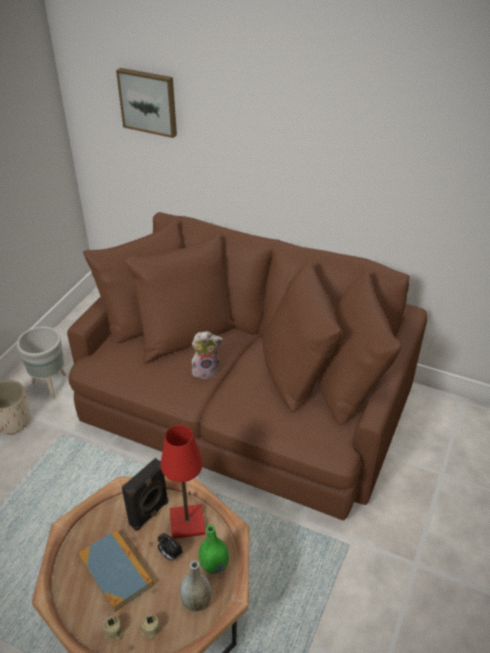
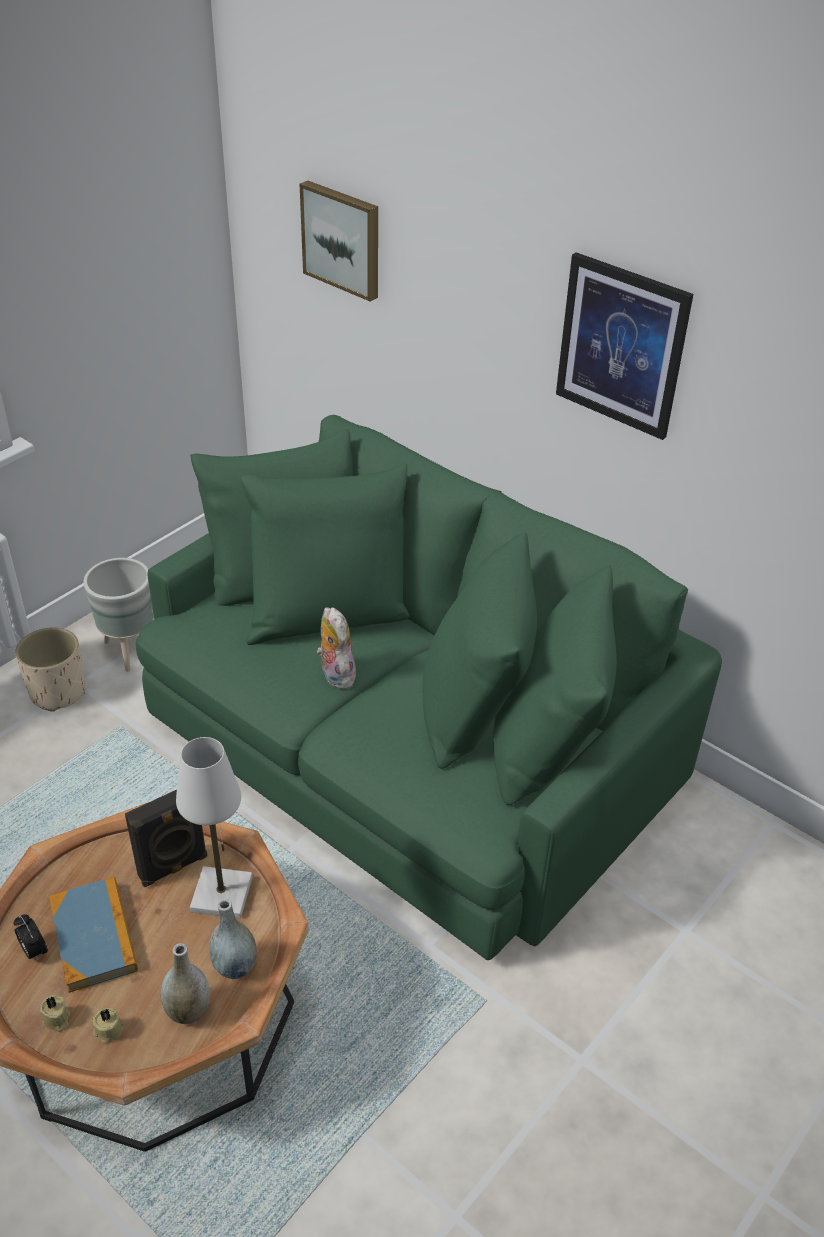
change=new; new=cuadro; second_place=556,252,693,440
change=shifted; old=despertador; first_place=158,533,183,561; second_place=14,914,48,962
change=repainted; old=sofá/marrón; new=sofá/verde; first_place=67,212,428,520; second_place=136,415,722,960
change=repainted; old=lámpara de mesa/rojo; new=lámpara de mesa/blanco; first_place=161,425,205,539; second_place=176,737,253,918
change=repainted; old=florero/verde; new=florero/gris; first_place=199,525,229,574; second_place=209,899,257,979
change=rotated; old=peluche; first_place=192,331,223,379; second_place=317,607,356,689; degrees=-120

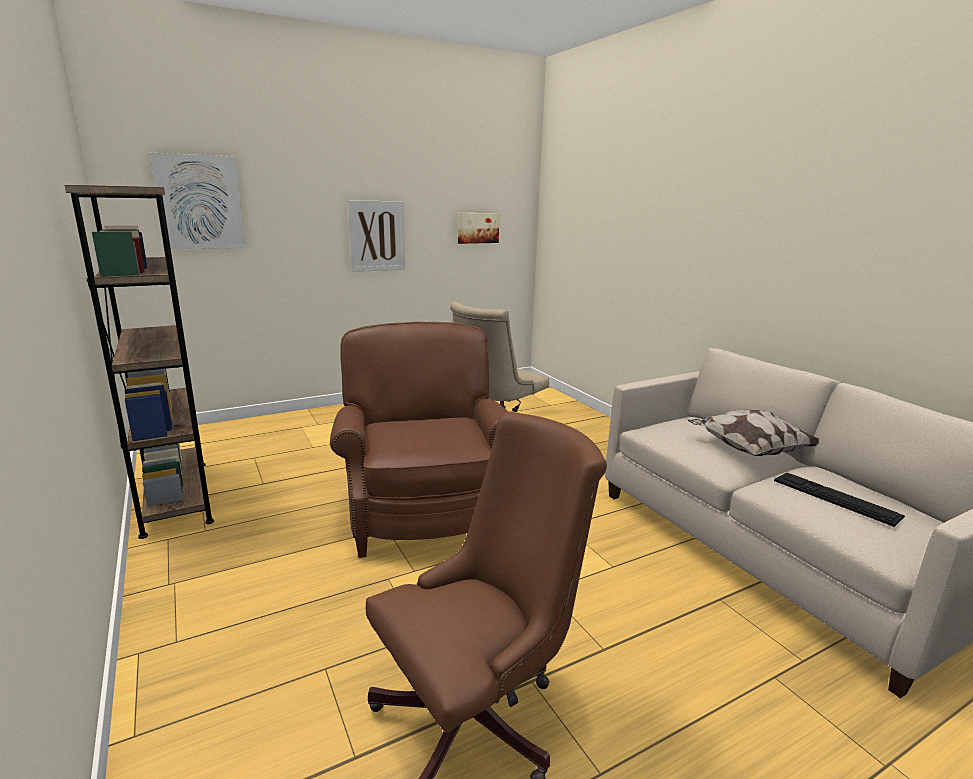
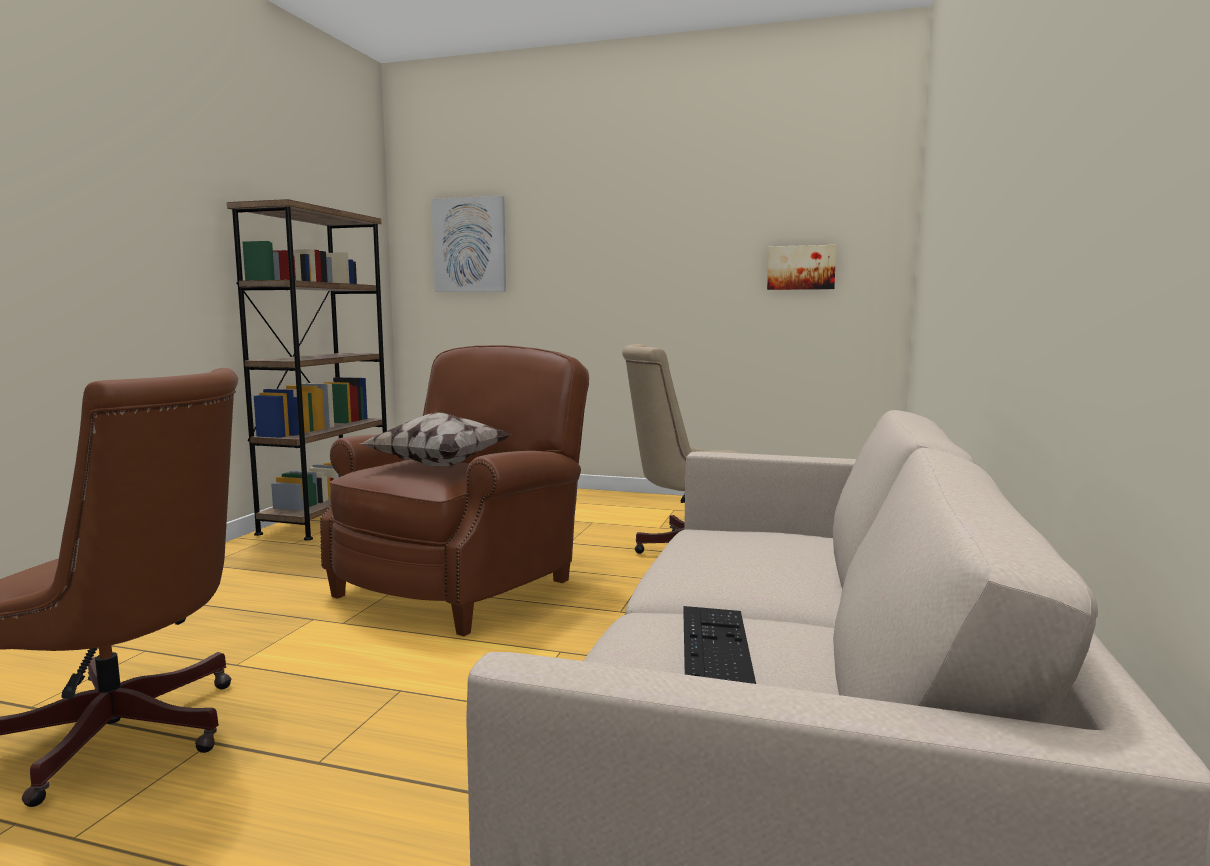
change=gone; old=cuadro; first_place=348,200,405,272
change=shifted; old=cojín; first_place=688,410,819,456; second_place=360,412,511,466

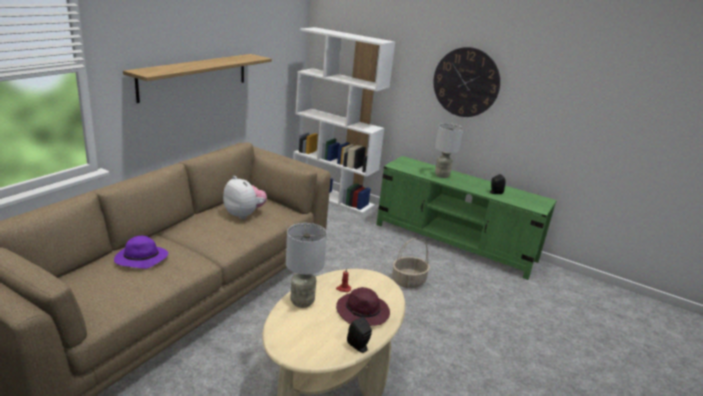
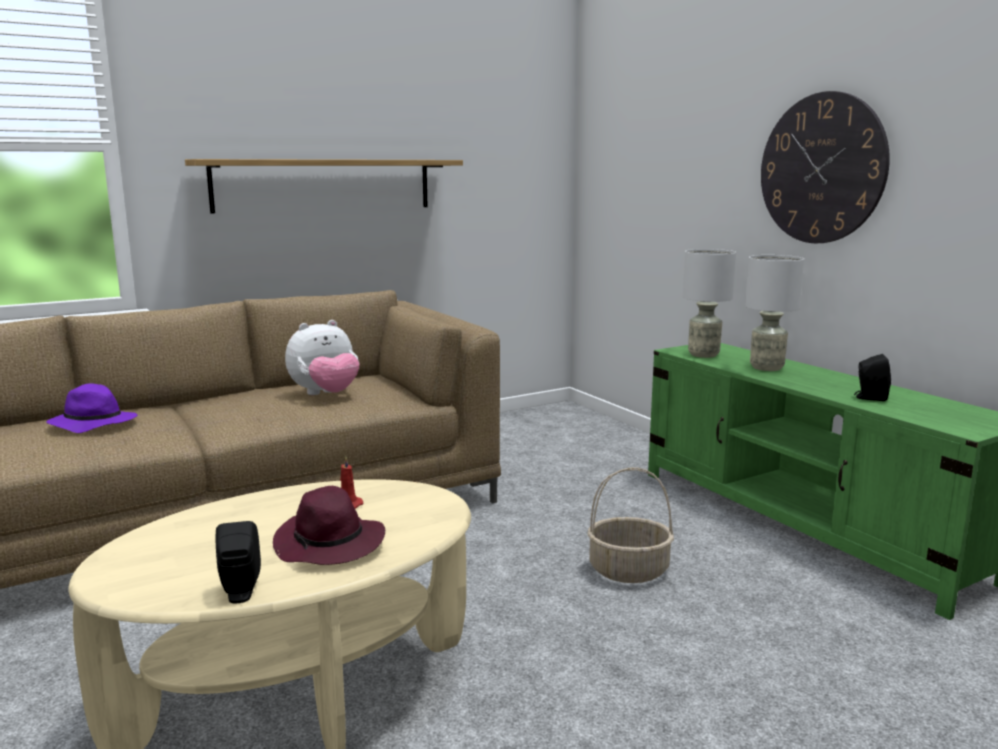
change=gone; old=estantería/blanco; first_place=293,27,395,214
change=shifted; old=lámpara de mesa/gris; first_place=286,223,327,308; second_place=683,249,736,358
change=rotated; old=peluche; first_place=223,176,267,220; second_place=285,320,360,395; degrees=75

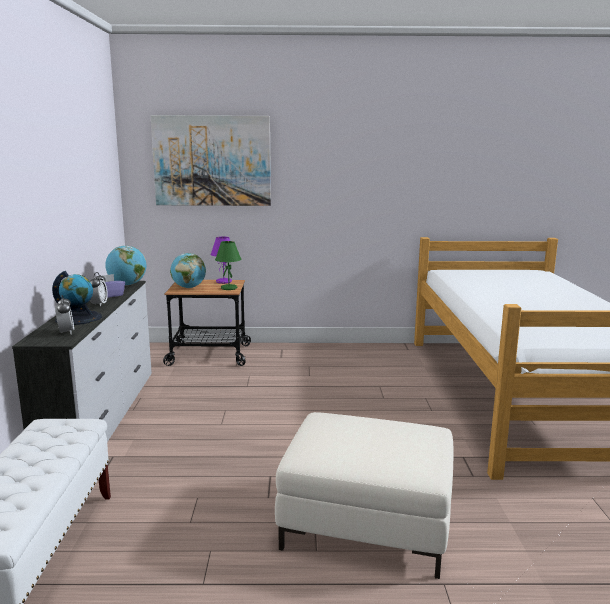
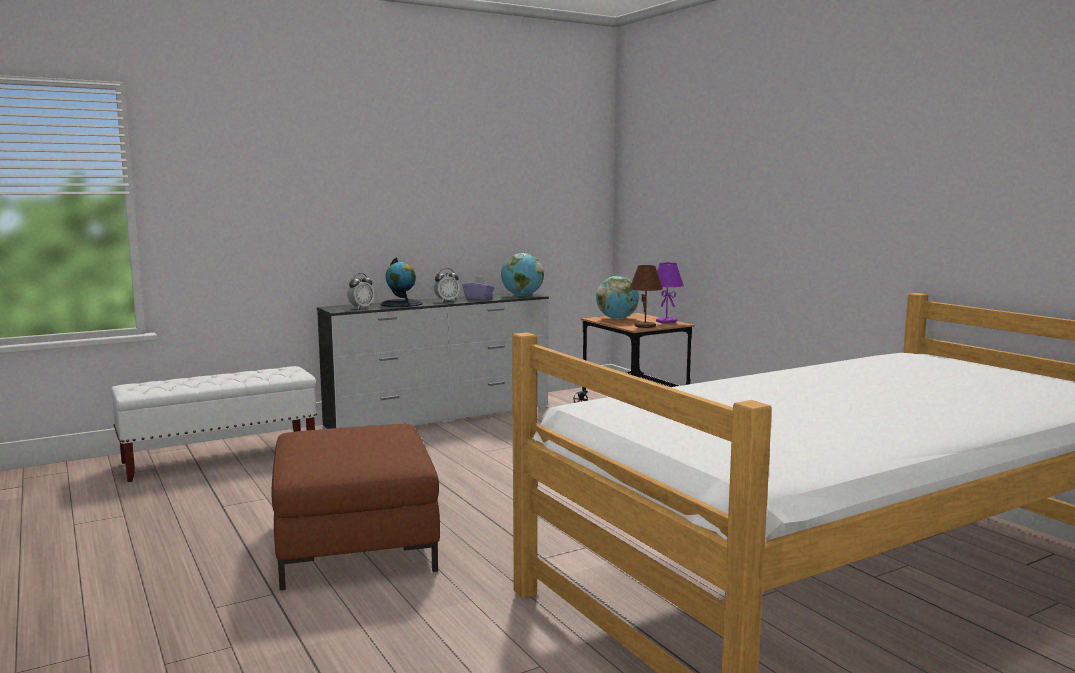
change=gone; old=cuadro; first_place=151,115,271,206
change=repainted; old=lámpara de mesa/verde; new=lámpara de mesa/marrón; first_place=215,241,241,290; second_place=629,265,663,328
change=repainted; old=puf/blanco; new=puf/marrón; first_place=275,412,453,579; second_place=271,424,440,590

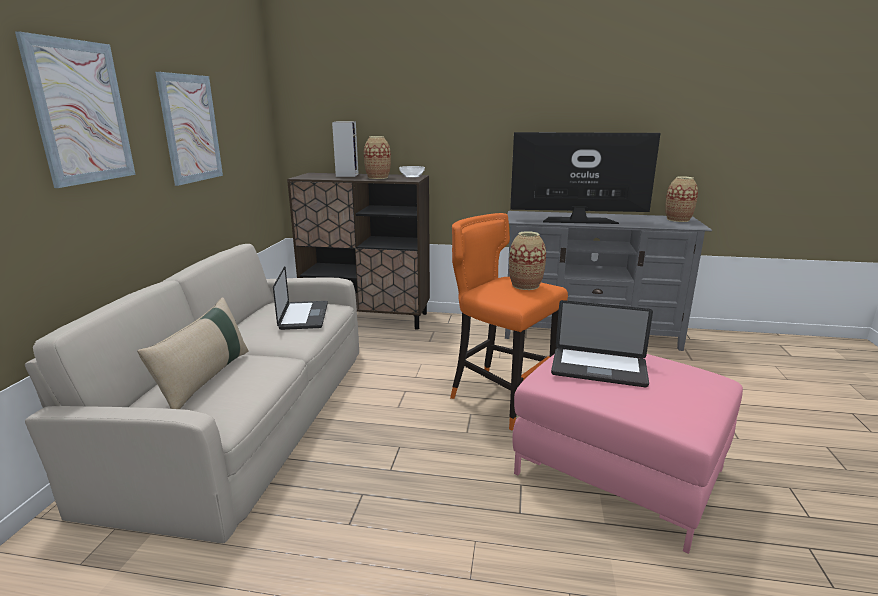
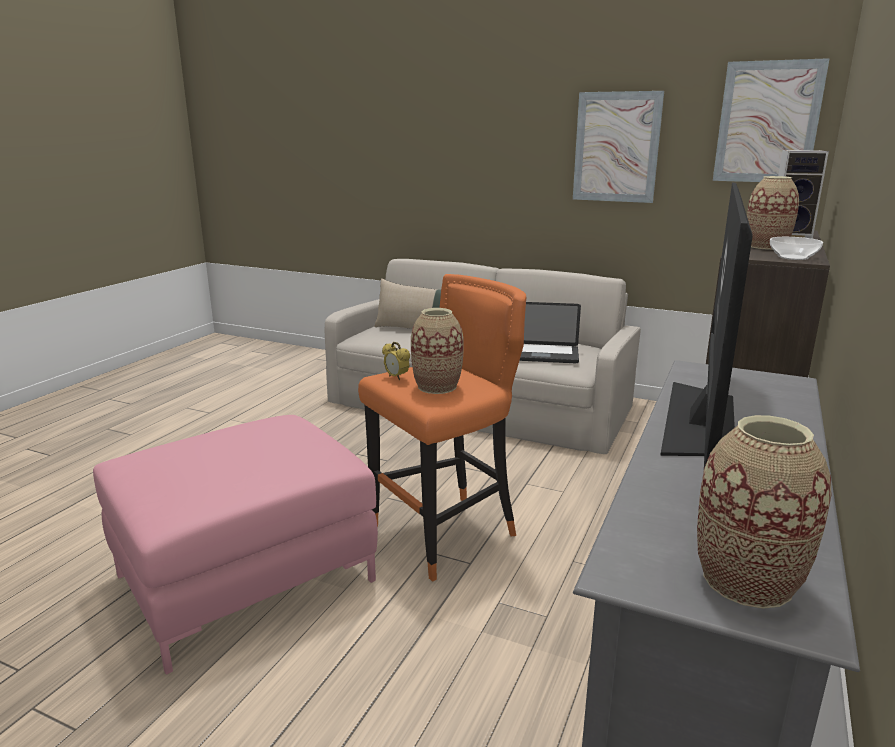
change=gone; old=portátil; first_place=551,300,653,387
change=new; new=despertador; second_place=382,342,410,380
change=shifted; old=cuadro; first_place=15,31,136,188; second_place=713,58,830,182

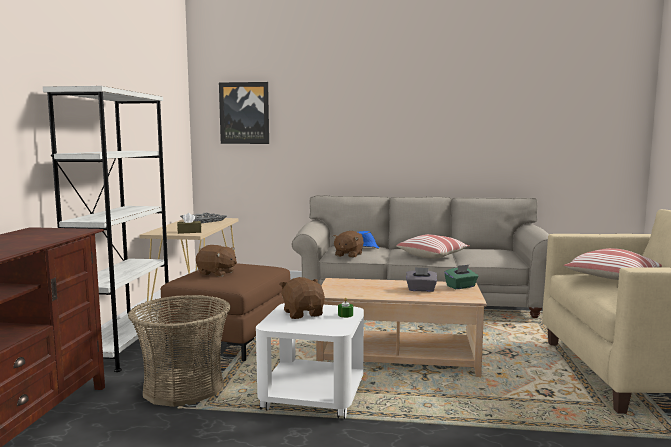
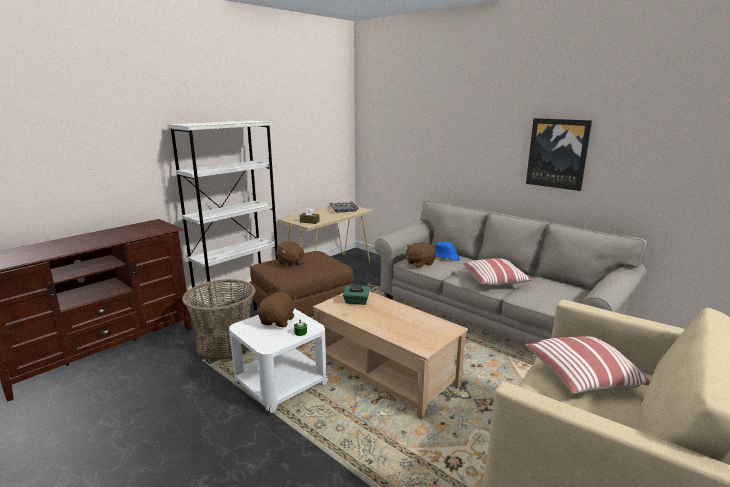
change=gone; old=caja de pañuelos/gris; first_place=406,267,437,292
change=shifted; old=cuadro; first_place=219,82,269,144; second_place=526,118,592,191
change=shifted; old=caja de pañuelos/verde; first_place=444,265,478,289; second_place=343,284,370,305

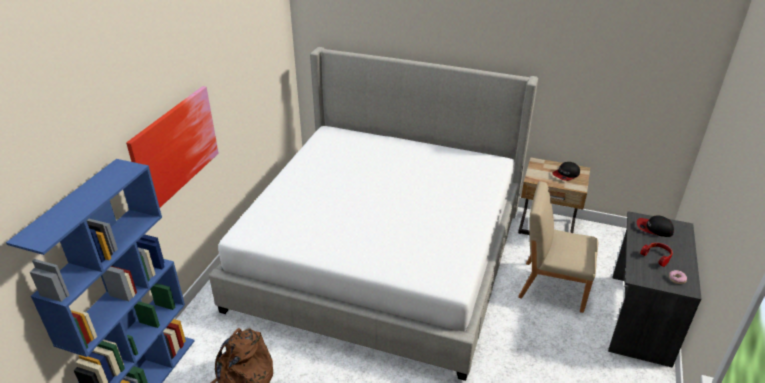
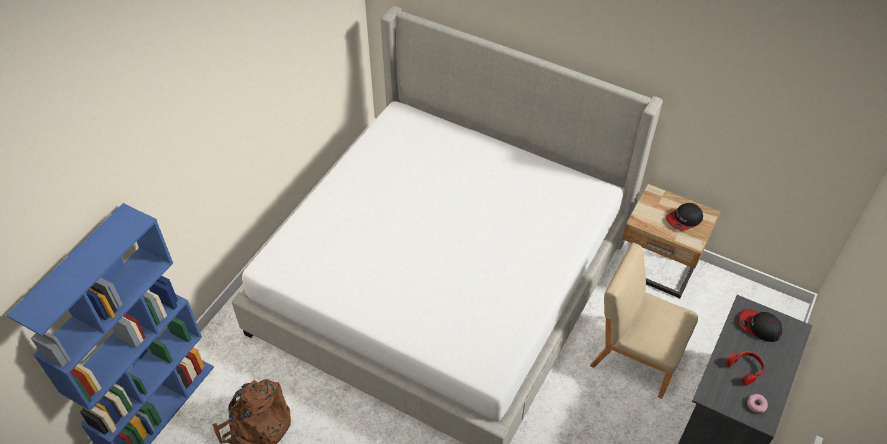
change=gone; old=cuadro; first_place=126,86,218,207

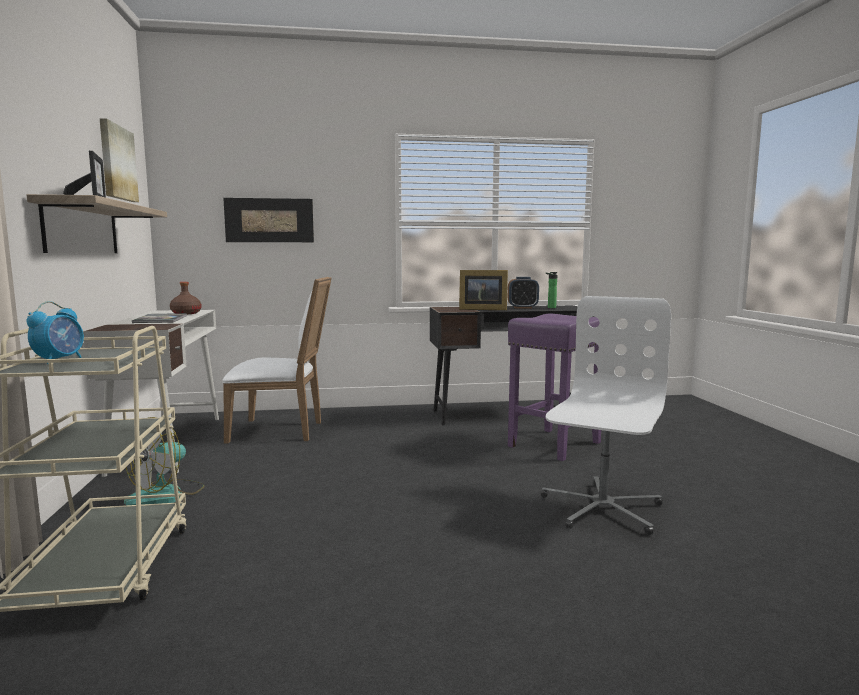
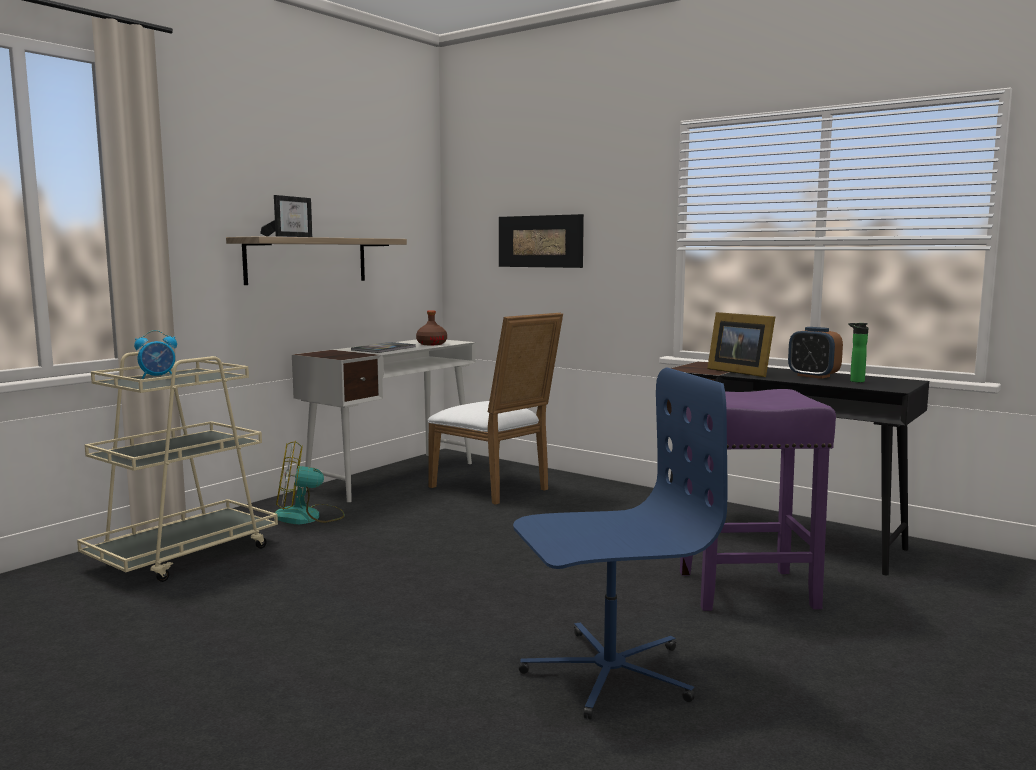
change=gone; old=cuadro; first_place=100,118,139,202
change=repainted; old=silla de oficina/blanco; new=silla de oficina/azul; first_place=541,296,671,535; second_place=513,368,727,720

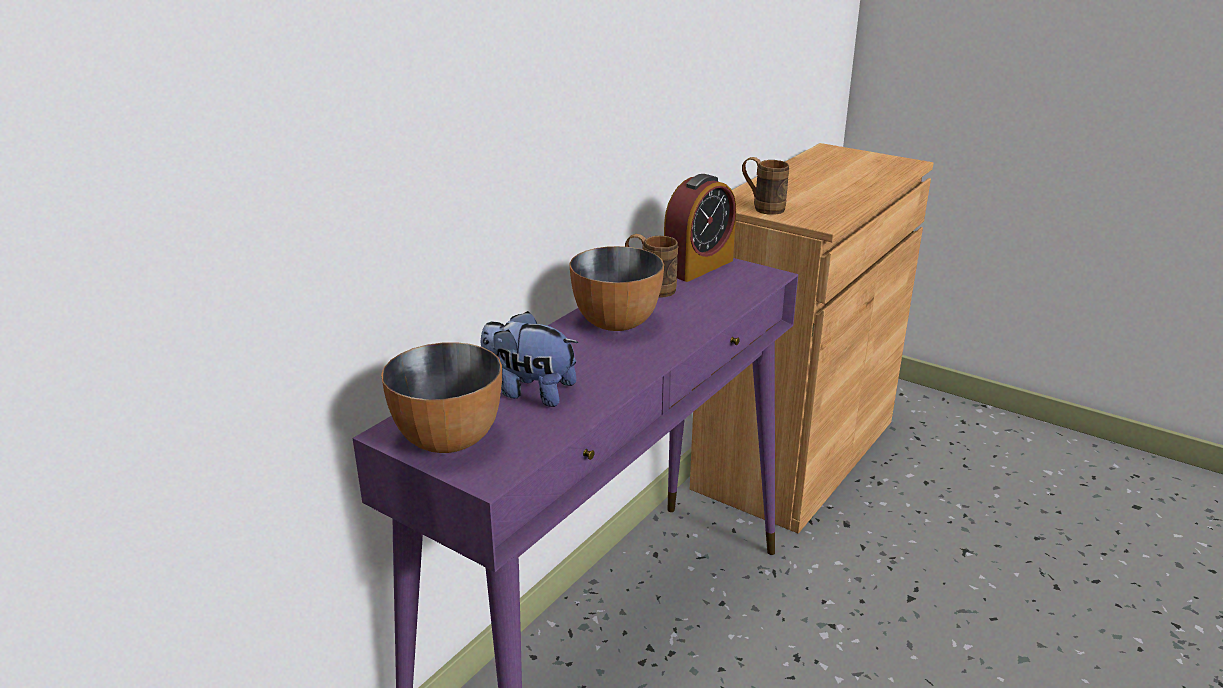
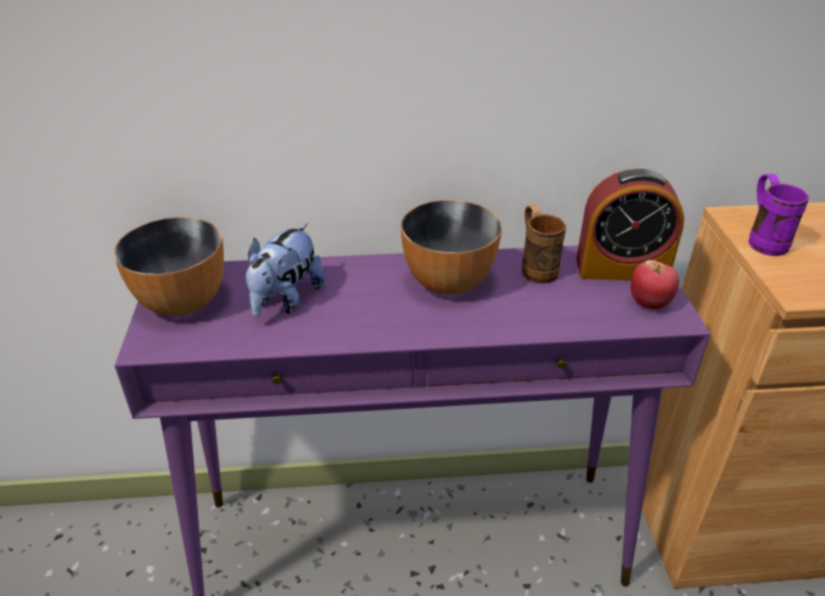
change=new; new=manzana; second_place=631,260,679,310
change=repainted; old=taza grande/marrón; new=taza grande/morado; first_place=742,157,789,215; second_place=749,174,809,256
change=rotated; old=peluche; first_place=481,311,579,407; second_place=246,223,325,318; degrees=-135

